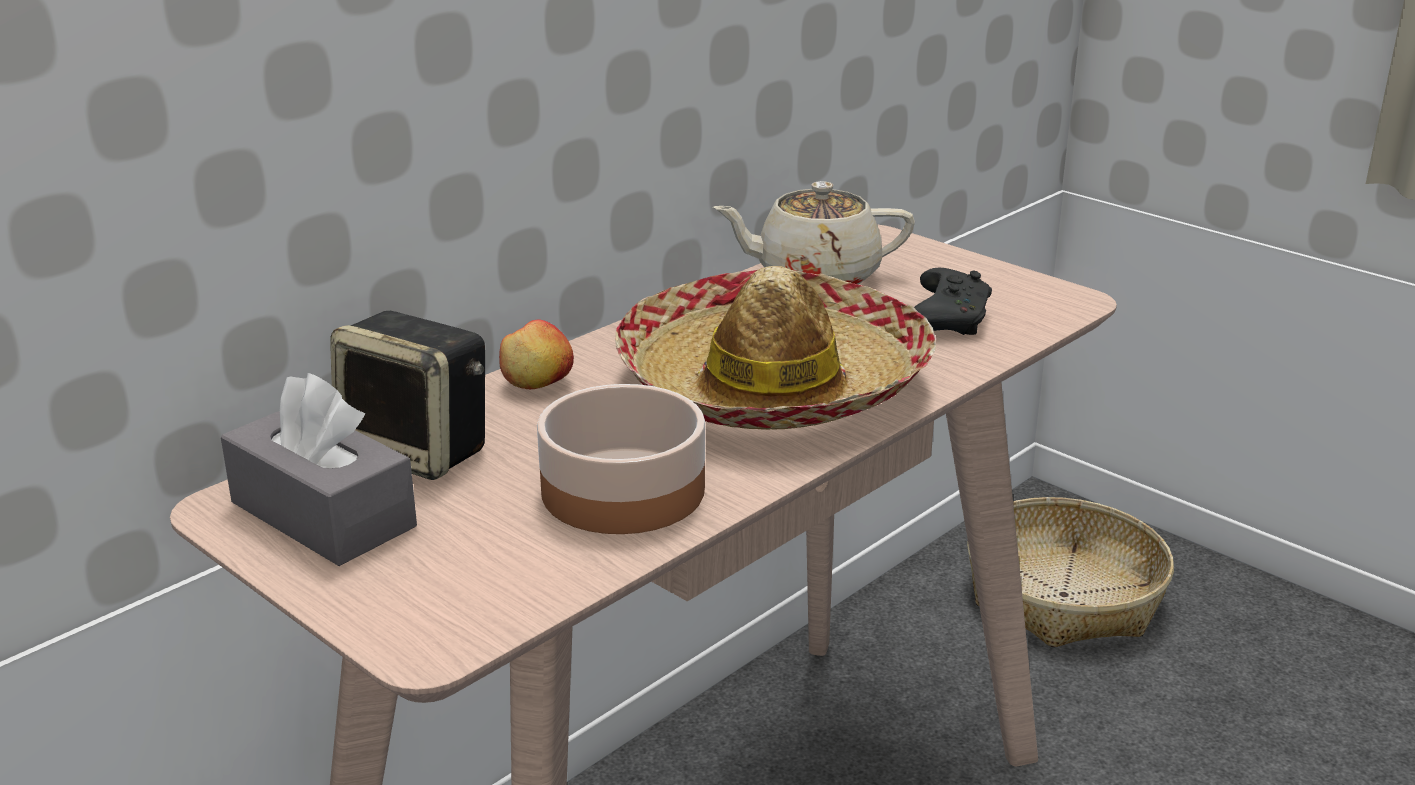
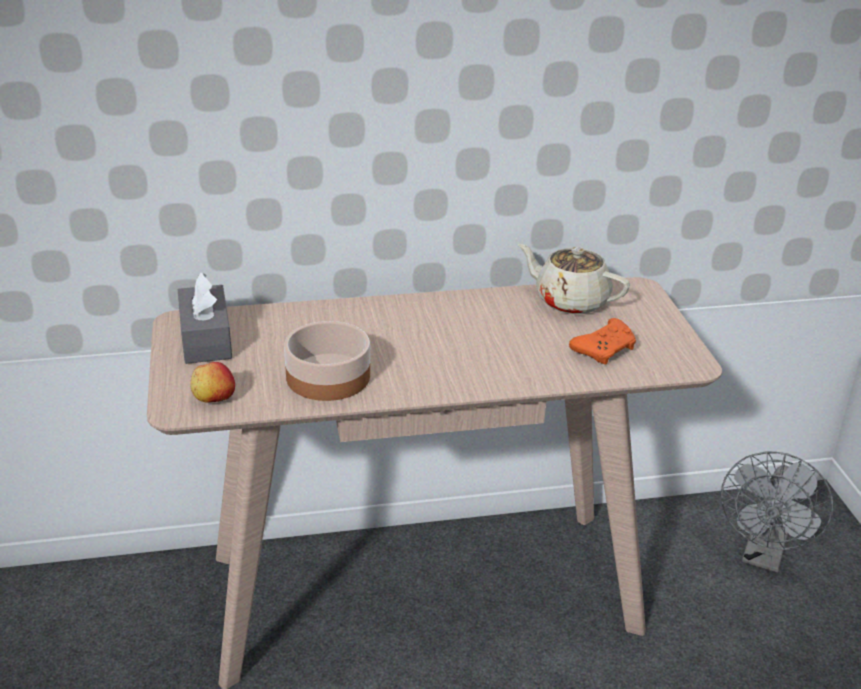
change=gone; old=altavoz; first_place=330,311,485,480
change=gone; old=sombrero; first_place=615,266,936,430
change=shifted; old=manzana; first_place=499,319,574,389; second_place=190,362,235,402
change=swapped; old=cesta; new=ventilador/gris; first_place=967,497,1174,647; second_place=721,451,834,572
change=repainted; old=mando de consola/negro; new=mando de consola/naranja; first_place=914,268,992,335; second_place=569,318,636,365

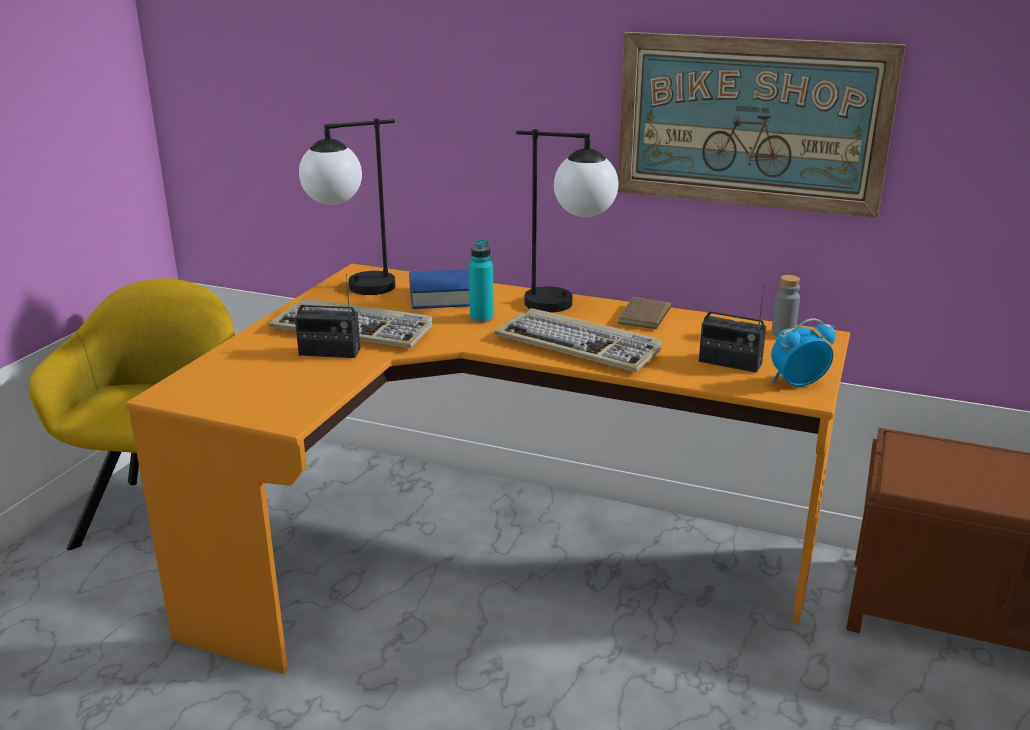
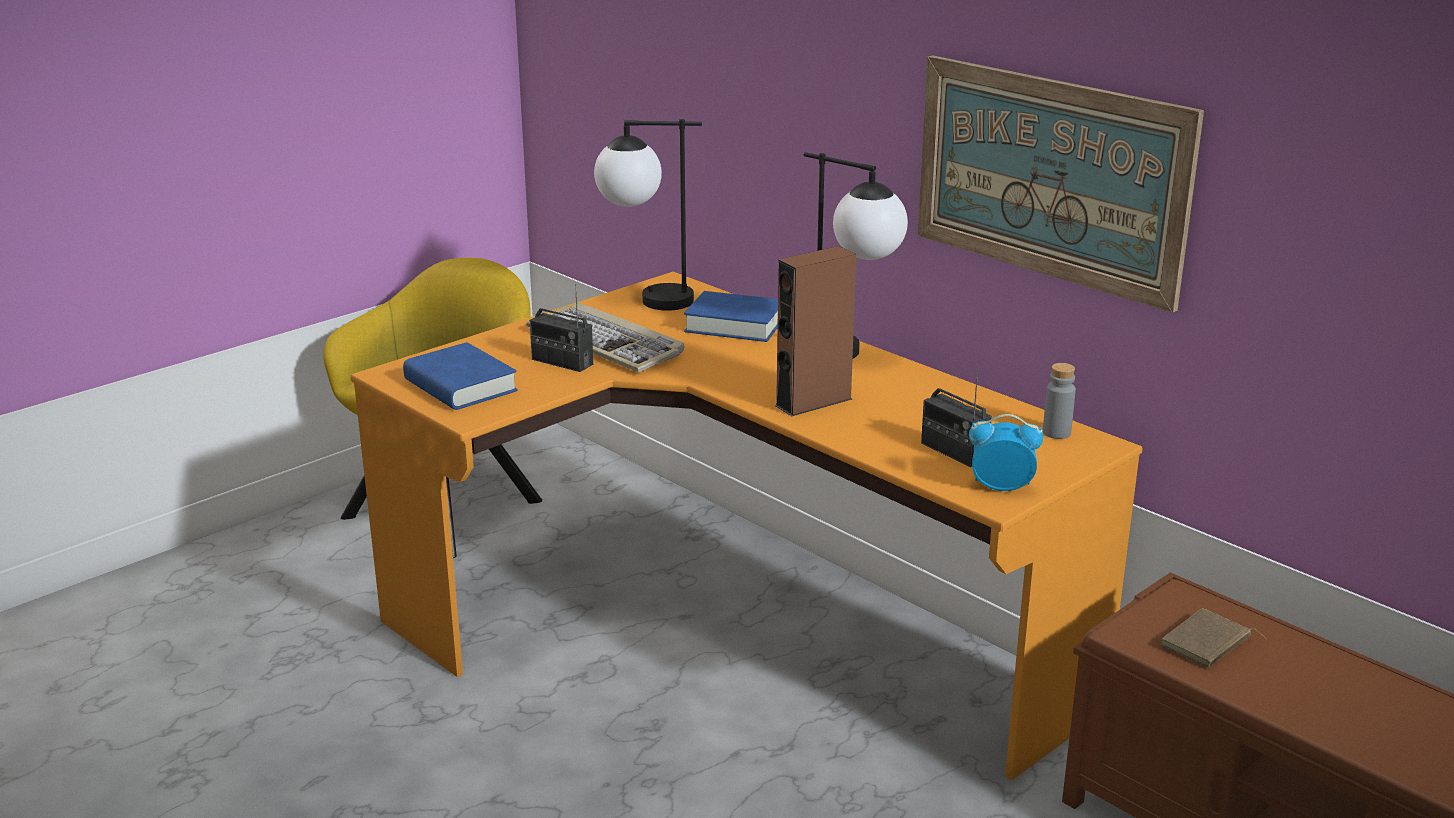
change=gone; old=botella/turquesa; first_place=469,239,494,322
change=new; new=libro/azul; second_place=403,342,518,410
change=shifted; old=libro/marrón; first_place=618,297,683,329; second_place=1160,608,1267,668
change=swapped; old=teclado; new=altavoz/marrón; first_place=494,308,662,372; second_place=775,246,856,416

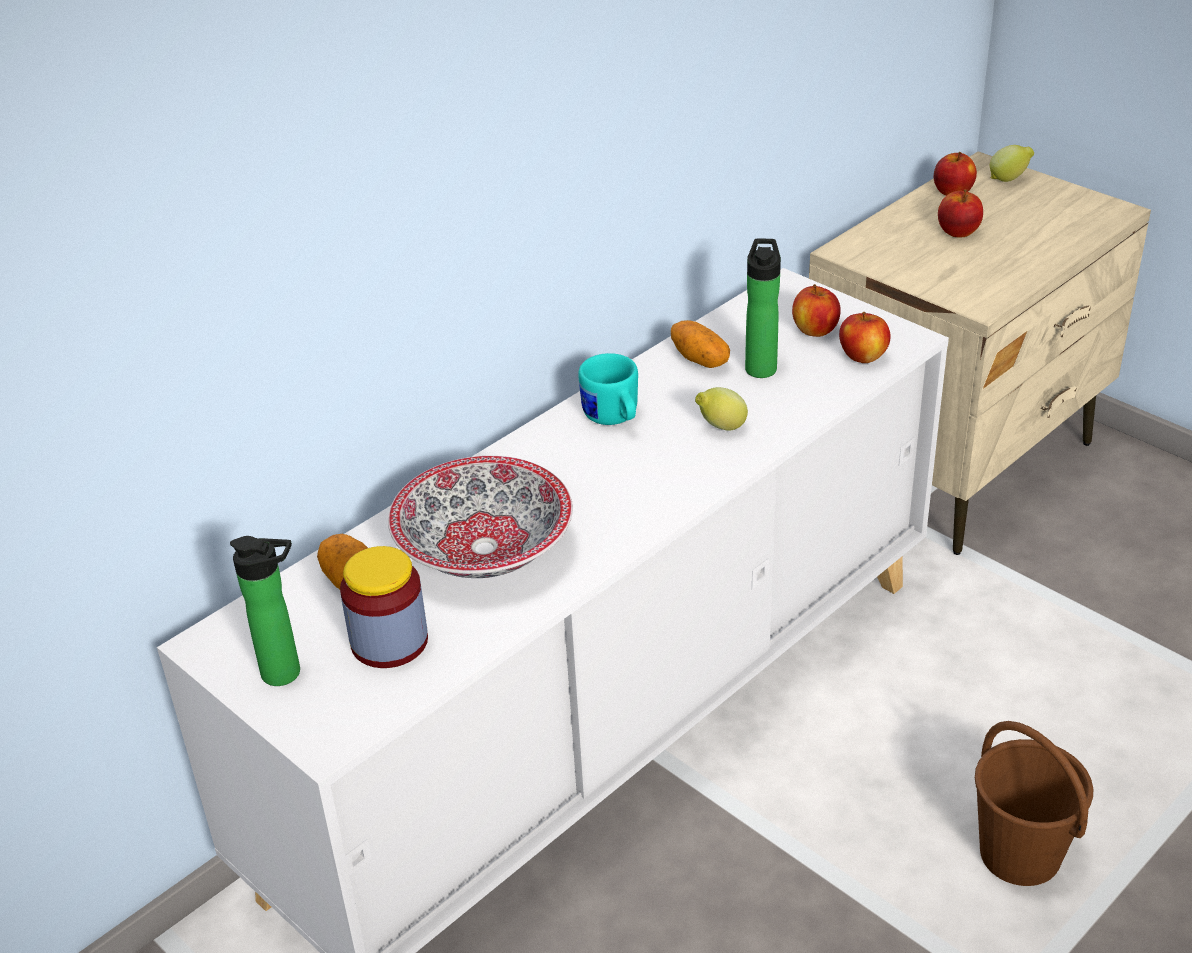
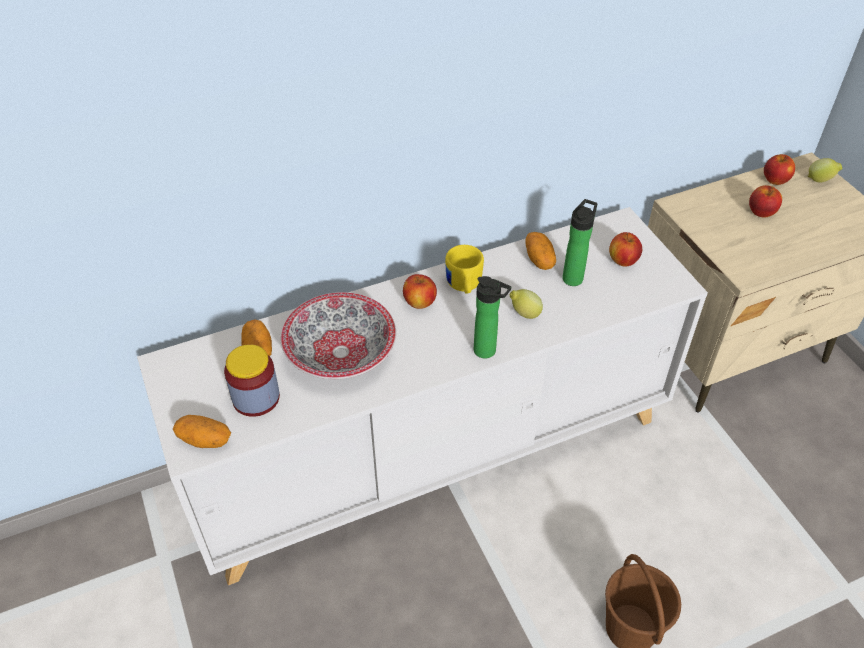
change=new; new=patata; second_place=173,415,231,448
change=shifted; old=botella; first_place=230,536,300,686; second_place=474,276,511,358
change=shifted; old=manzana; first_place=839,312,890,363; second_place=403,274,437,309
change=repainted; old=taza grande/turquesa; new=taza grande/amarillo; first_place=578,353,638,425; second_place=445,245,484,294

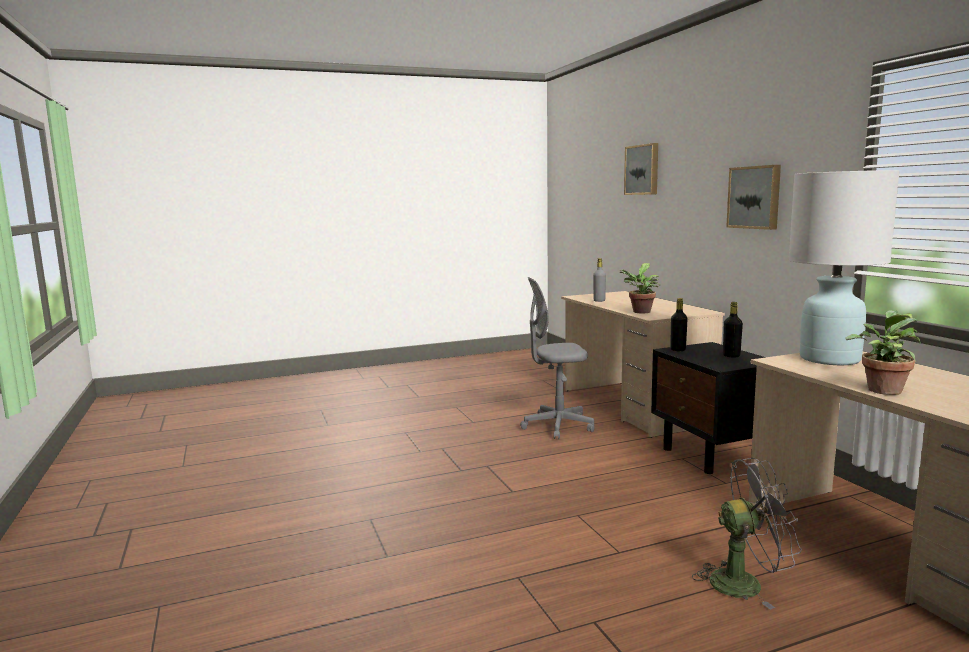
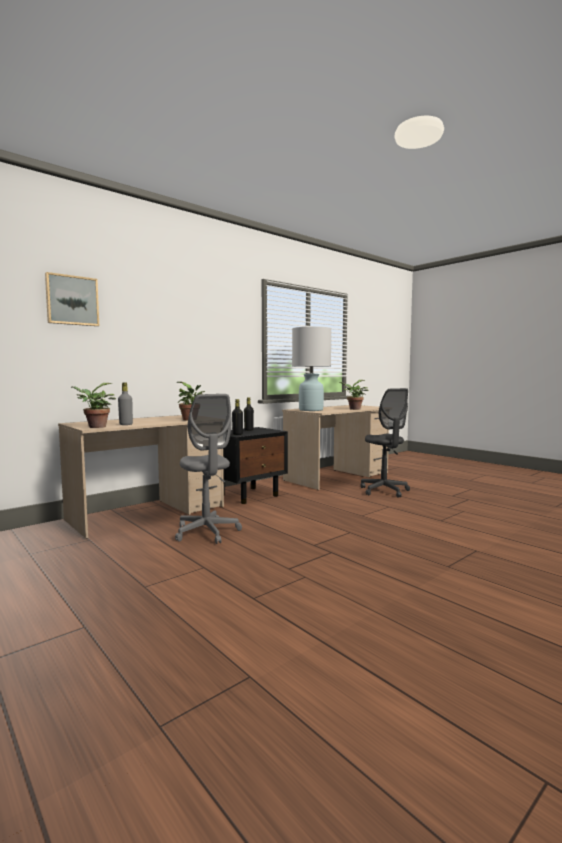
change=gone; old=cuadro; first_place=726,165,781,230
change=new; new=planta en maceta; second_place=71,383,116,428
change=swapped; old=ventilador/gris; new=silla de oficina/gris; first_place=692,458,802,610; second_place=361,388,410,498

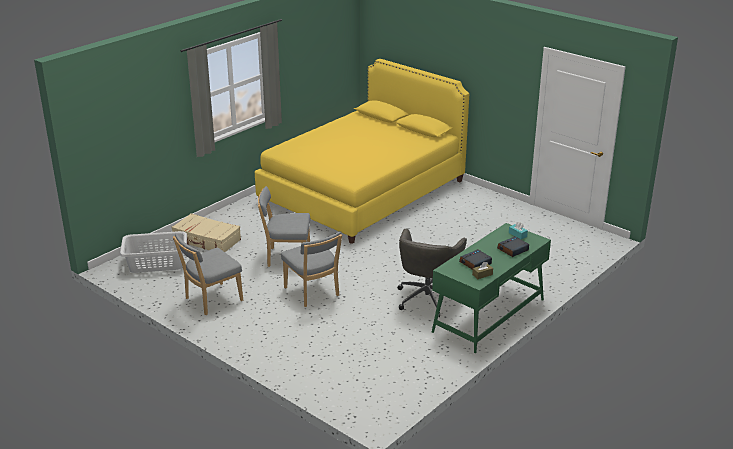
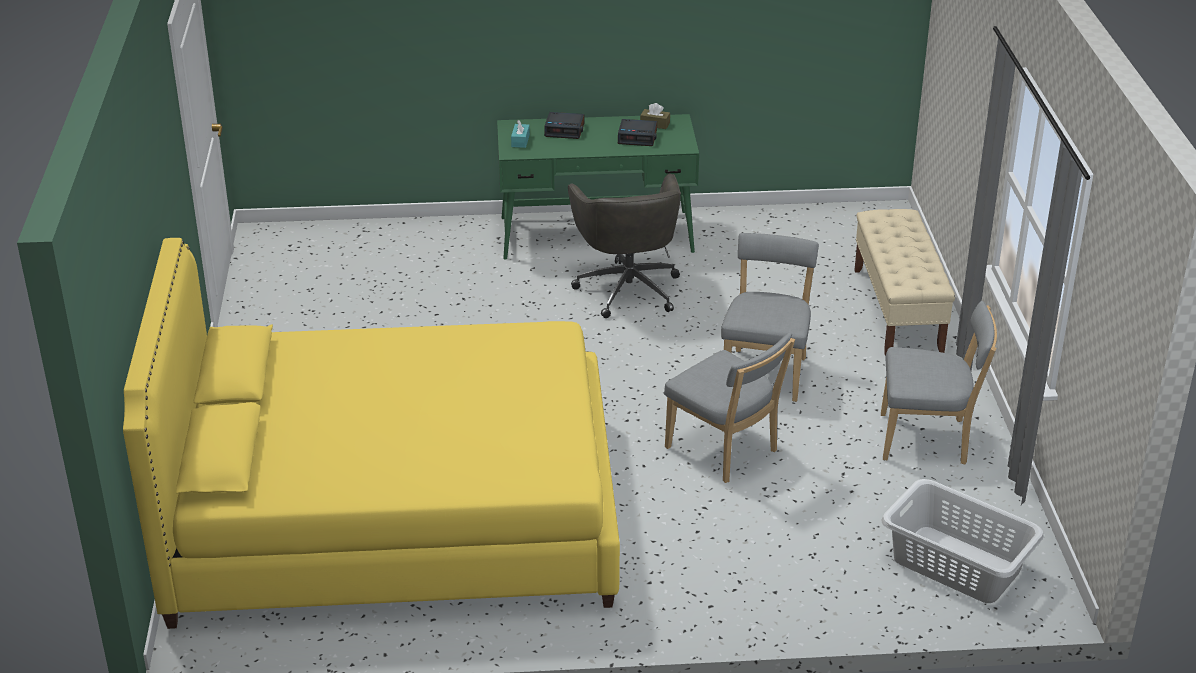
change=gone; old=maleta/beis; first_place=171,213,241,252
change=new; new=banco/beis; second_place=854,209,955,356
change=rotated; old=silla de oficina/gris; first_place=397,229,467,317; second_place=568,173,681,318; degrees=105

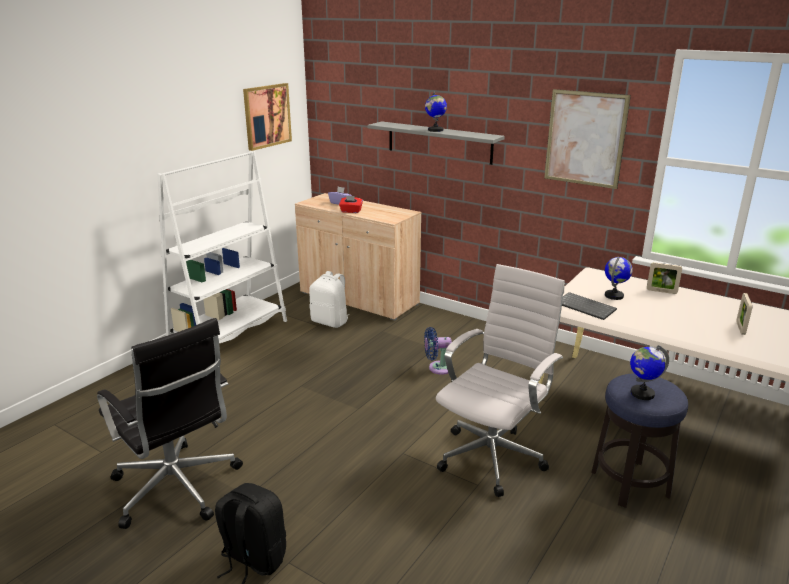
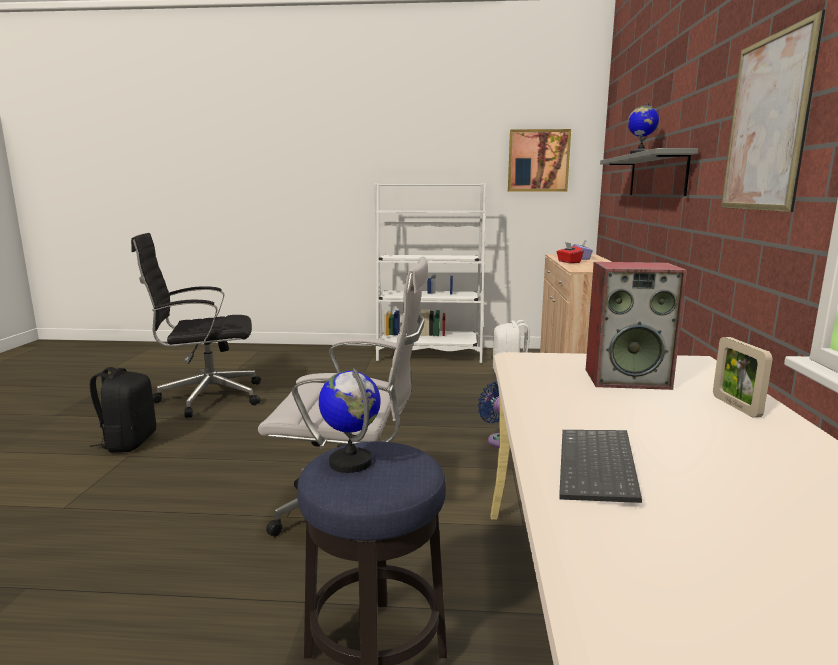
change=gone; old=portarretratos; first_place=736,293,753,335
change=shifted; old=teclado; first_place=562,292,617,320; second_place=559,430,642,503
change=swapped; old=globo terráqueo; new=altavoz; first_place=605,256,633,300; second_place=586,262,687,390
change=rotated; old=silla de oficina/negro; first_place=97,318,243,529; second_place=131,233,261,418; degrees=60

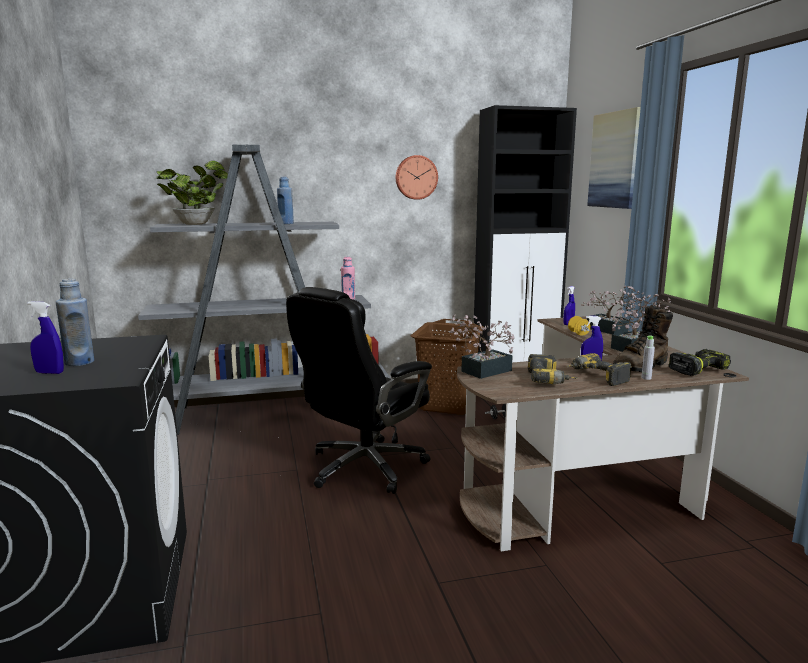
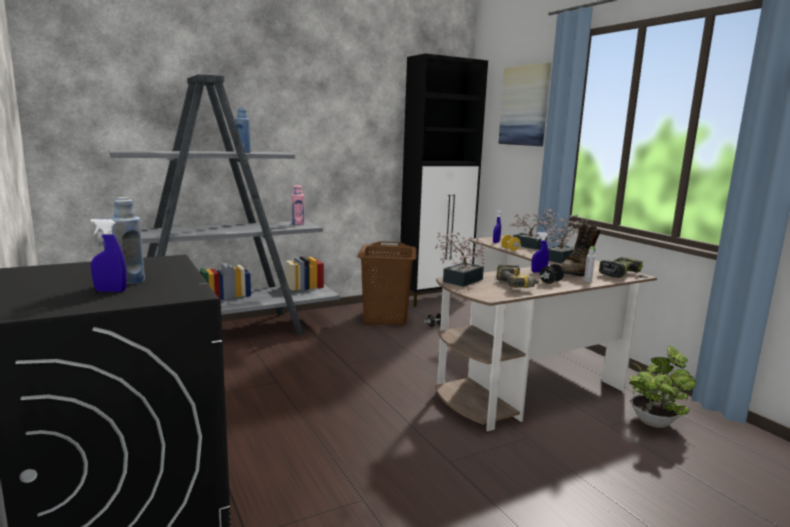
change=gone; old=silla de oficina/negro; first_place=286,287,432,494
change=gone; old=reloj de pared; first_place=396,155,438,200
change=shifted; old=planta en maceta; first_place=156,161,228,225; second_place=629,346,696,428
change=swapped; old=taladro; new=mancuerna/negro; first_place=566,353,632,386; second_place=540,264,564,284

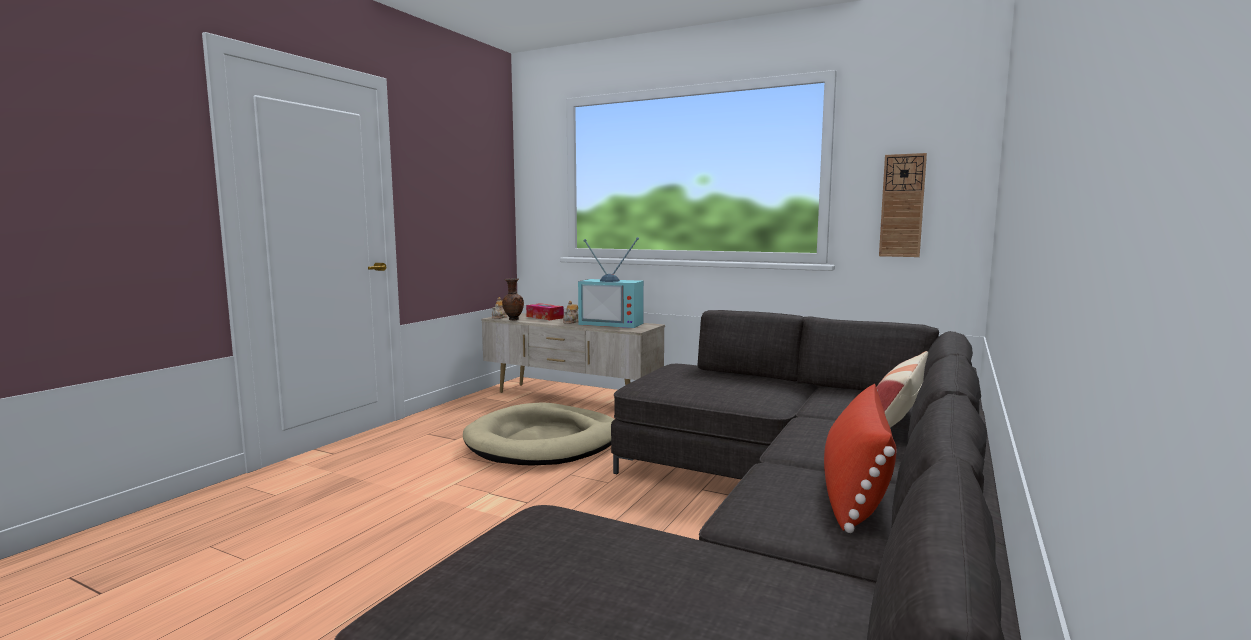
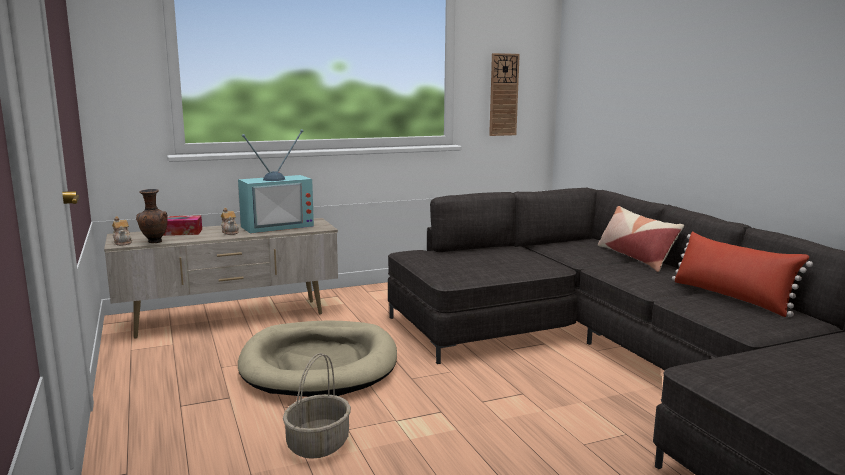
change=new; new=cesta; second_place=283,353,351,459

